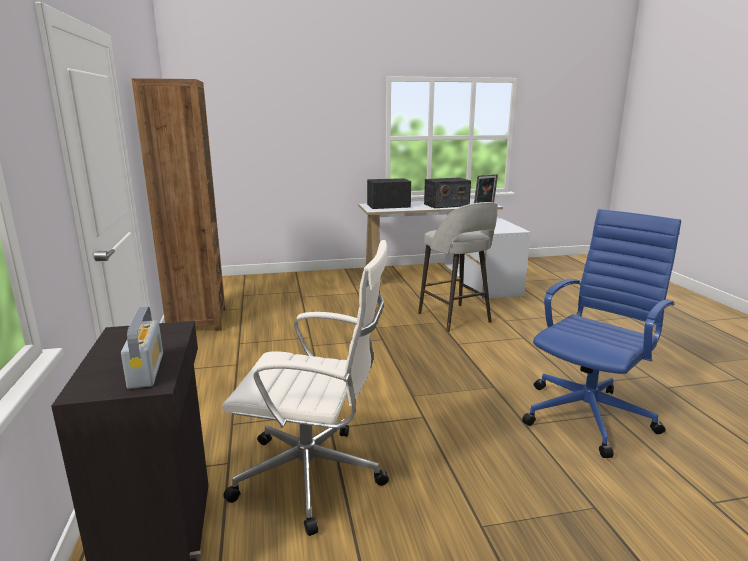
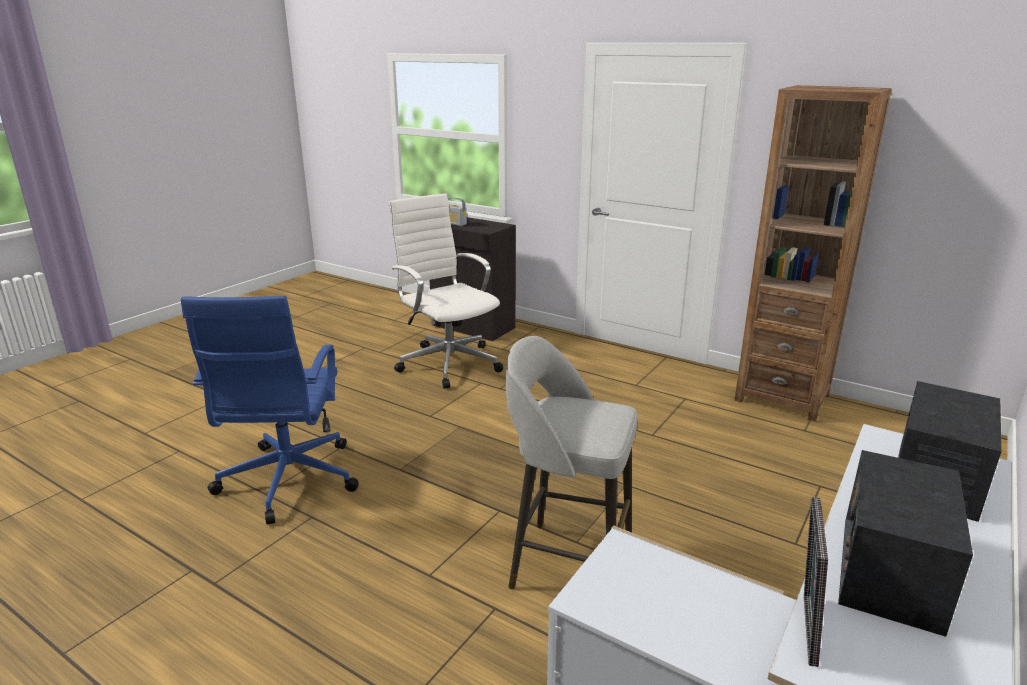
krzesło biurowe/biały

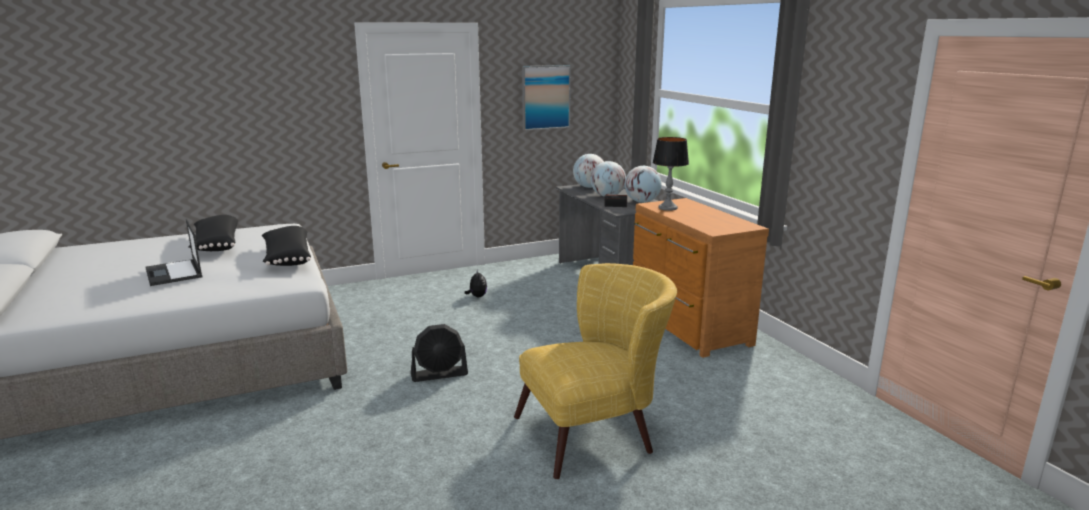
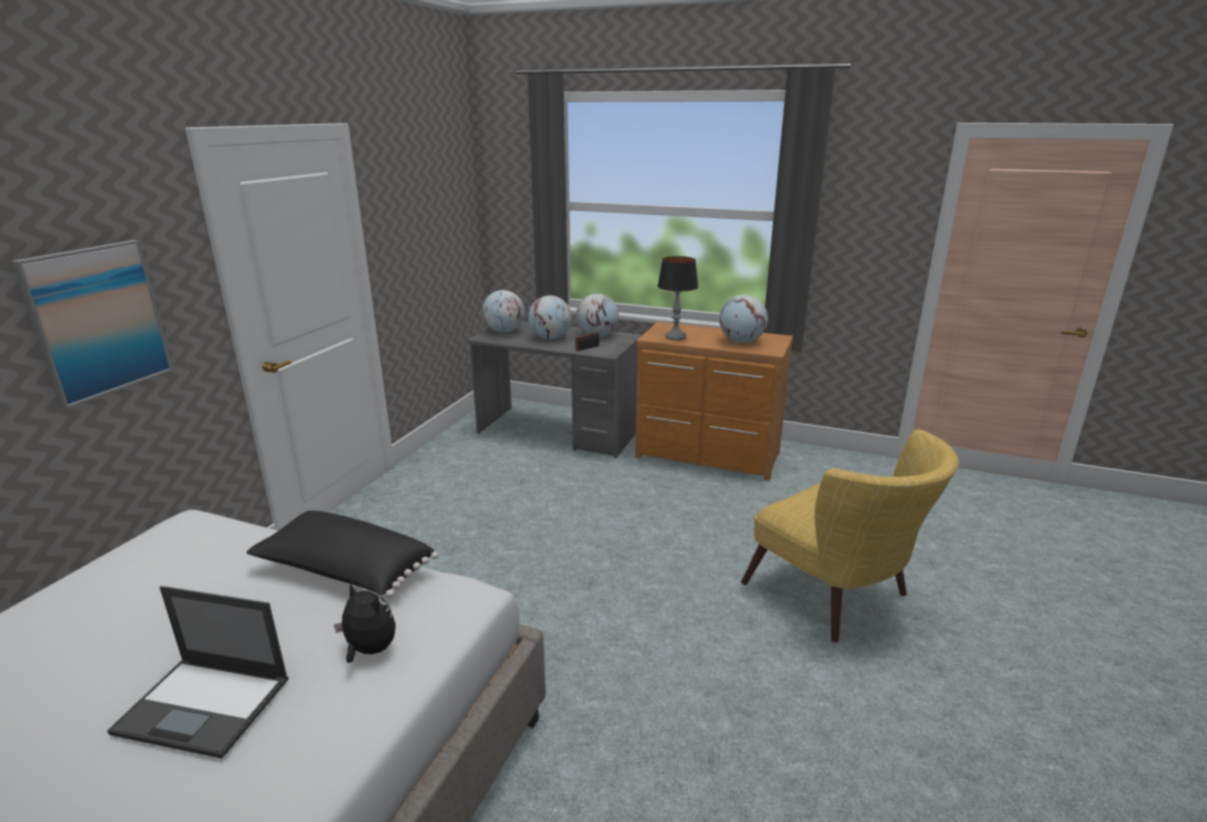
poduszka/czarny (no. 1 from left in the first image); wentylator/czarny; globus (no. 4 from left); pluszak; obraz; fotel/żółty

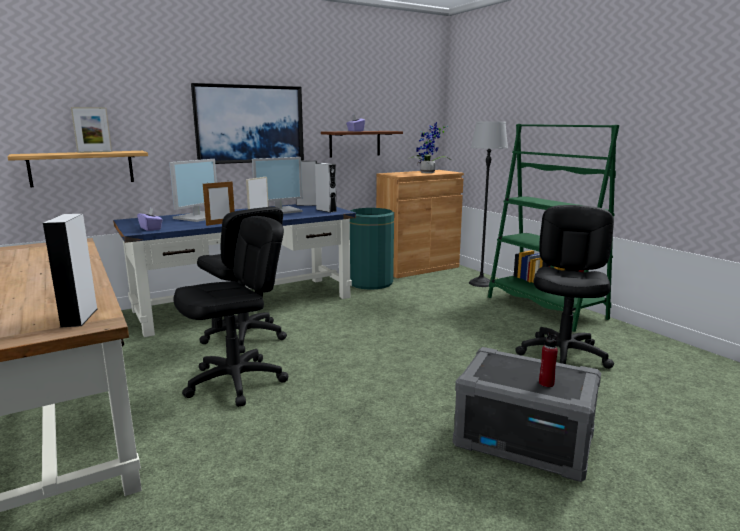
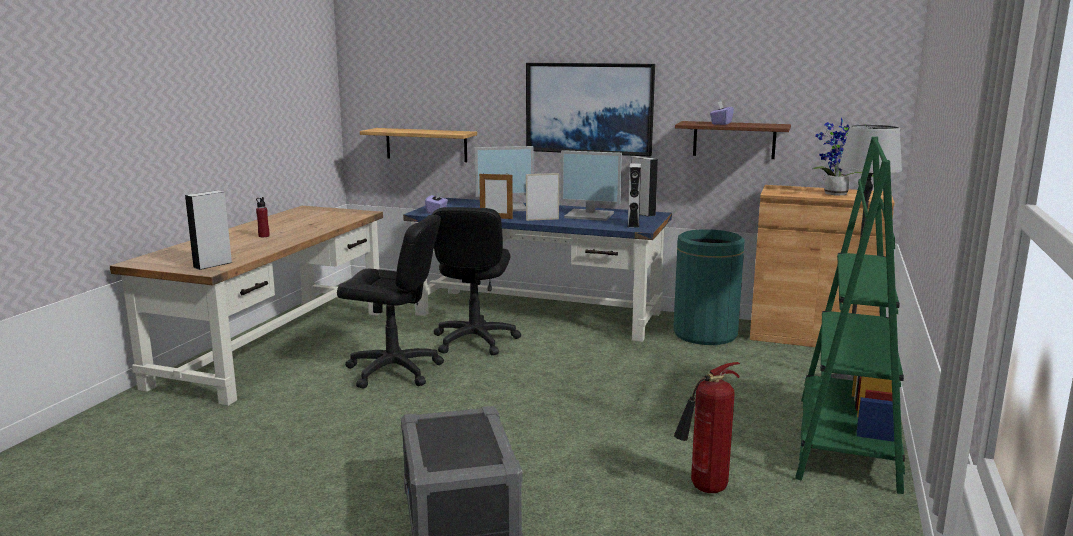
ramka na zdjęcie (no. 1 from left in the first image); butelka/czerwony; gaśnica

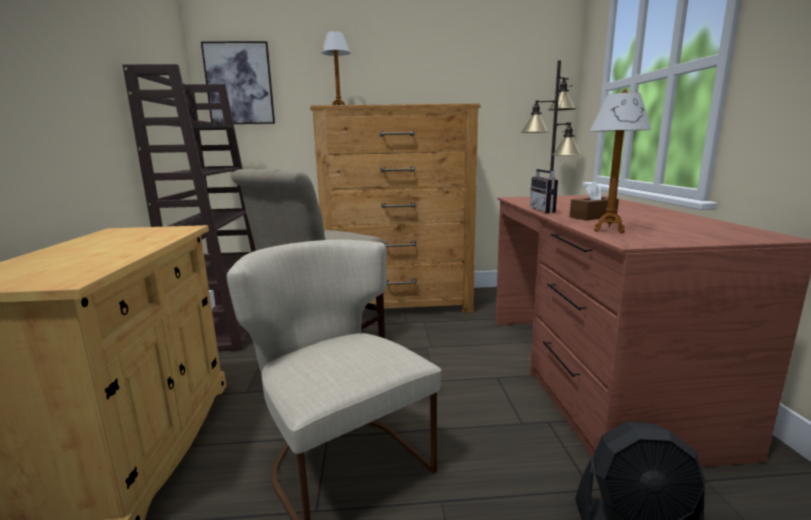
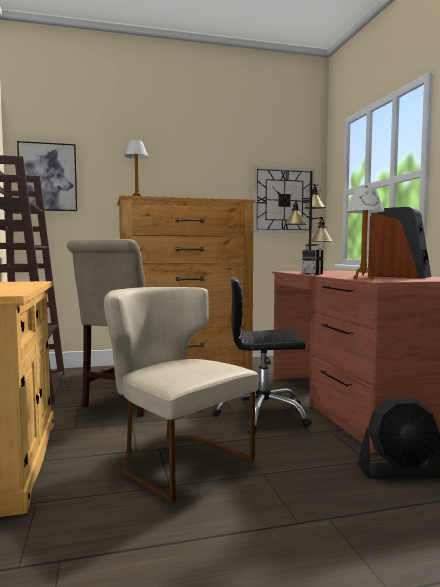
pudełko chusteczek/brązowy; krzesło biurowe/czarny; zegar ścienny; głośnik

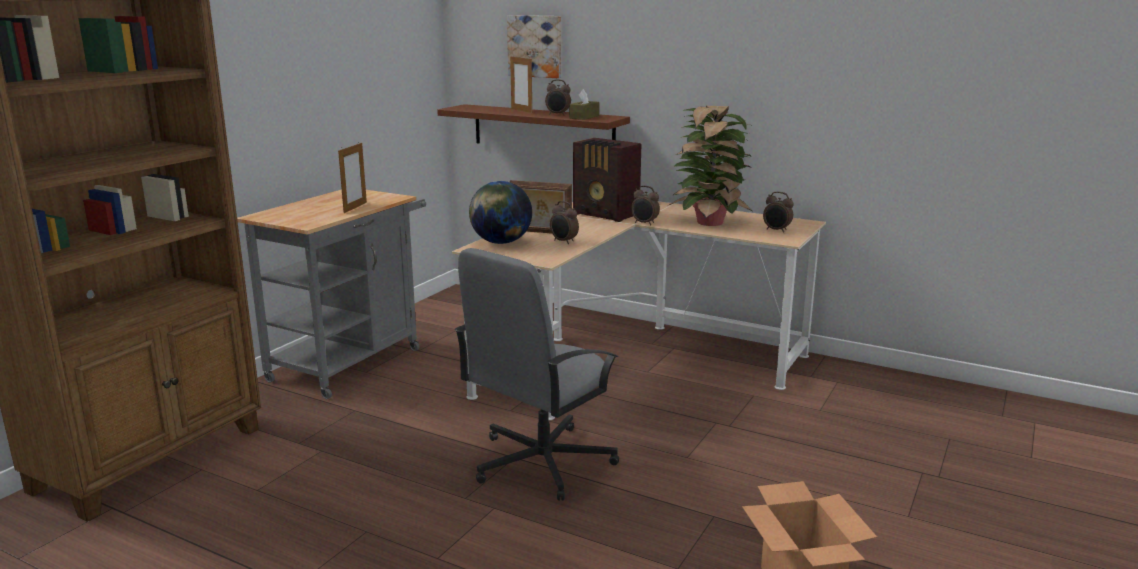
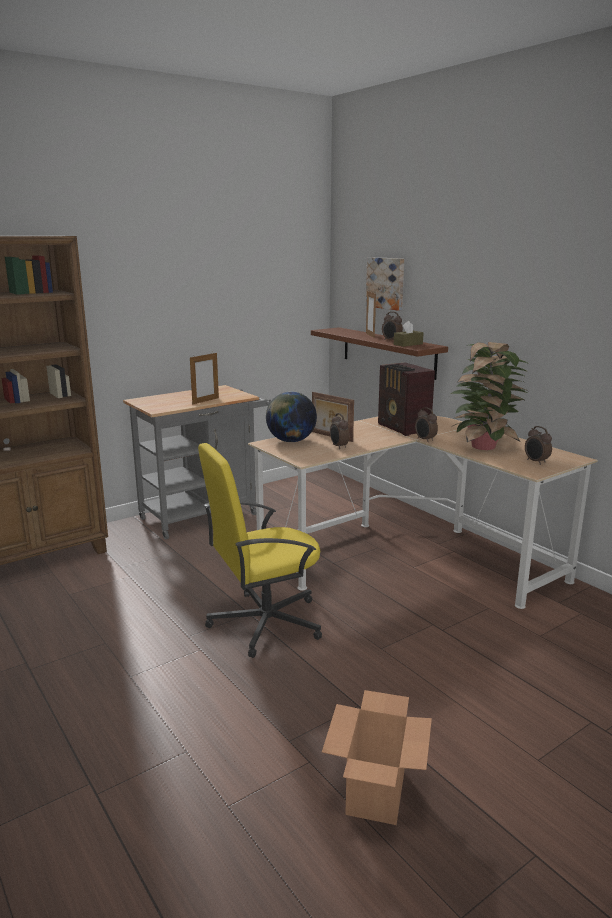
krzesło biurowe/żółty

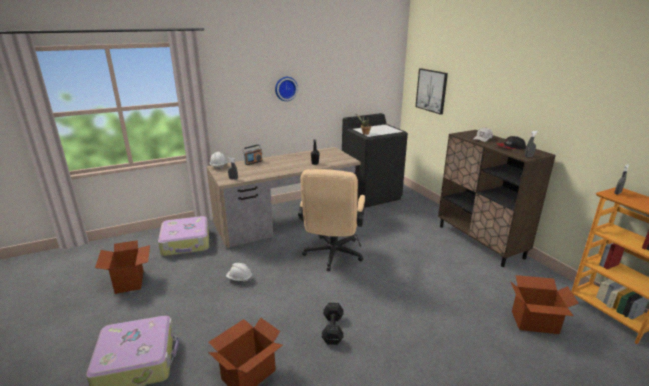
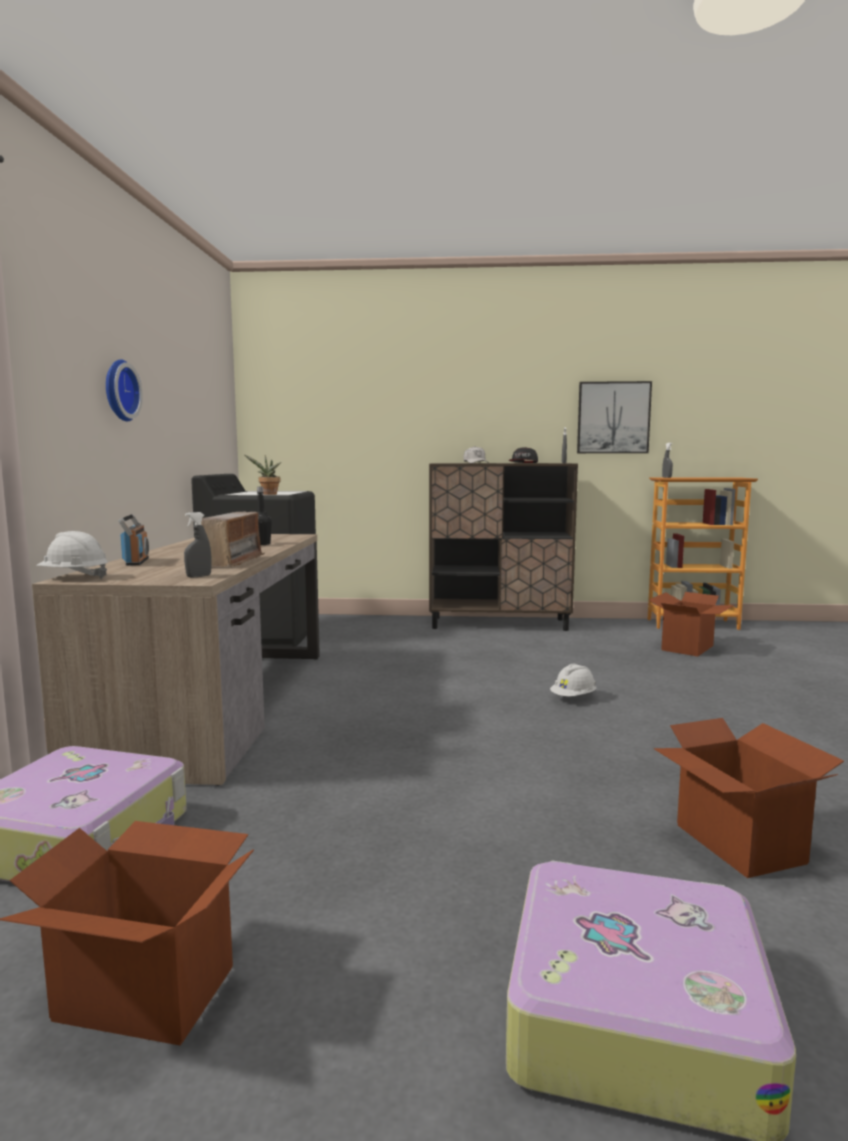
krzesło biurowe/beżowy; hantel/czarny; radio (no. 2 from left); kask/biały (no. 2 from left); obraz

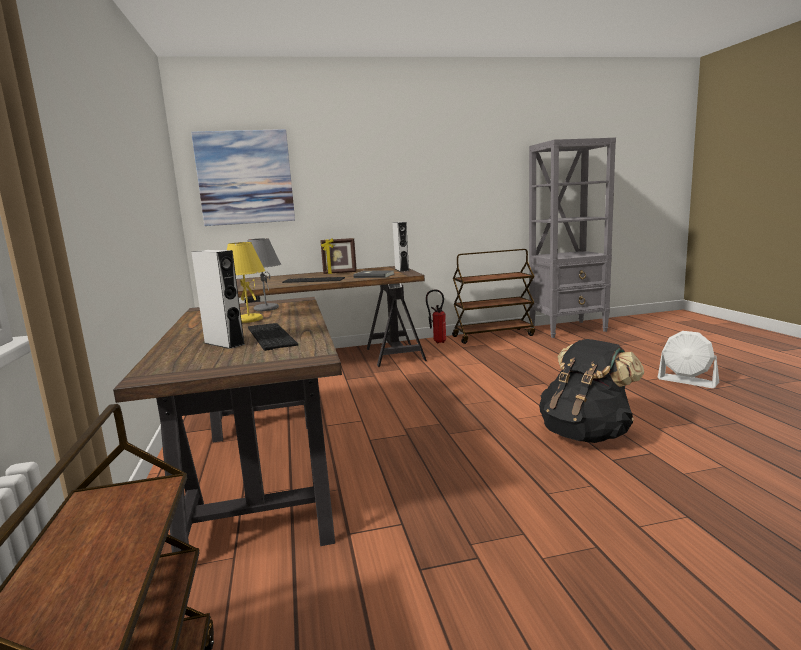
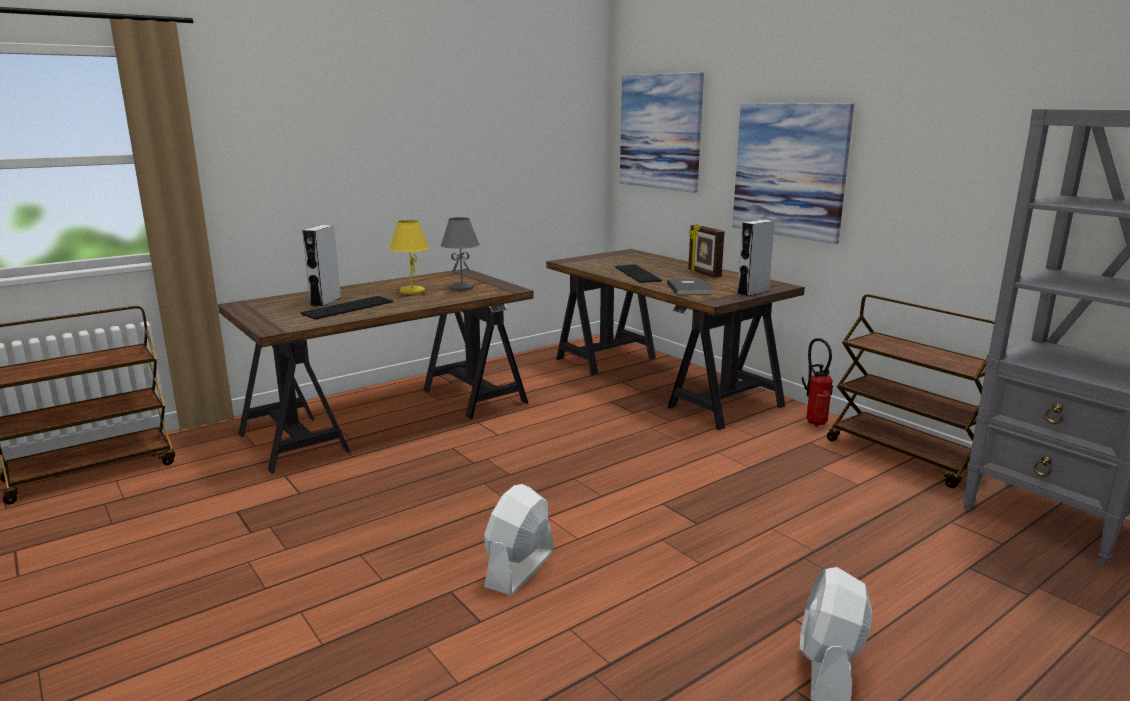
obraz (no. 2 from left); wentylator/biały (no. 1 from left)

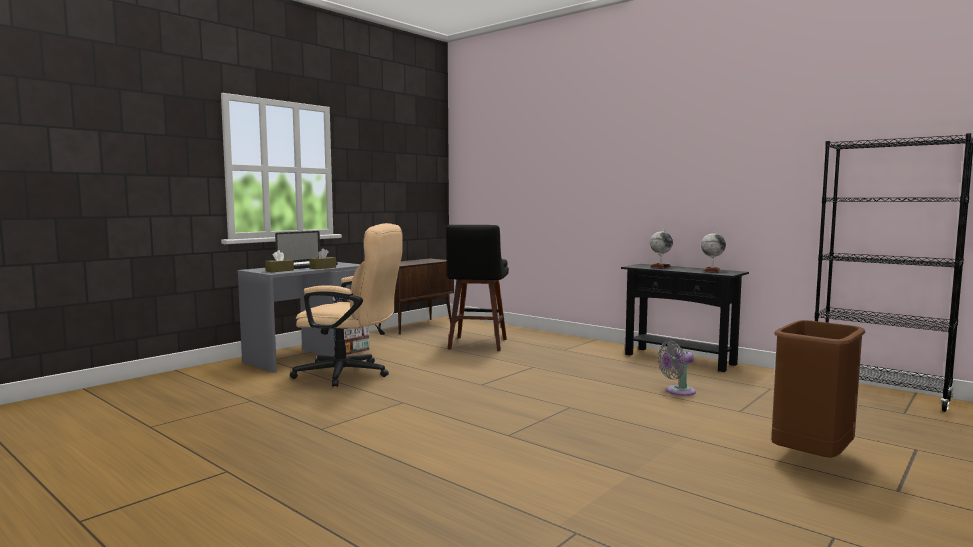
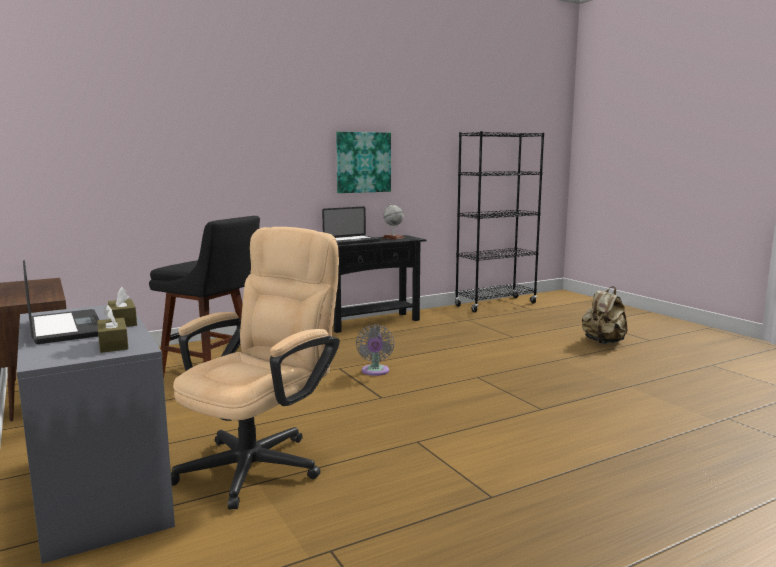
obraz; wentylator/szary; laptop (no. 2 from left); plecak/beżowy

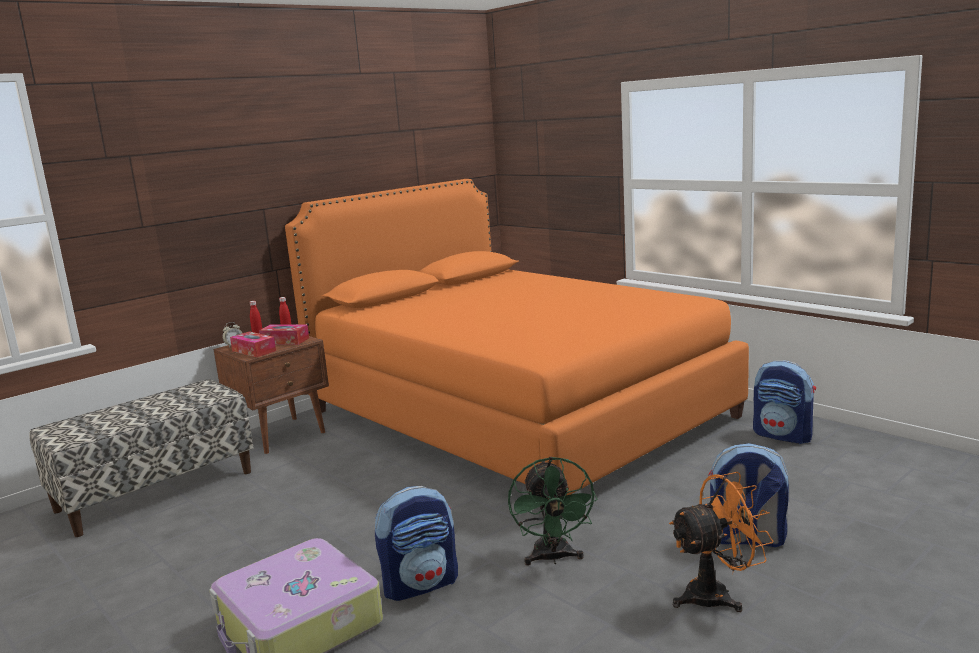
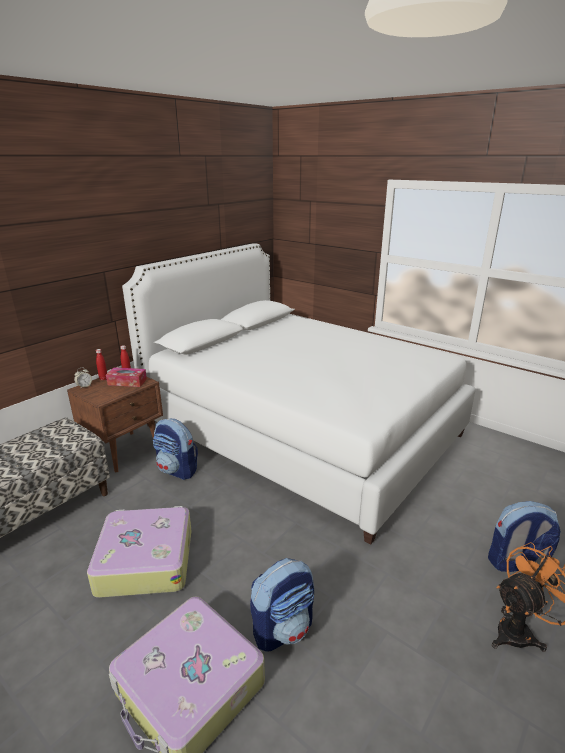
pudełko chusteczek (no. 1 from left in the first image); wentylator/zielony; walizka (no. 1 from left); plecak (no. 1 from left); łóżko/biały

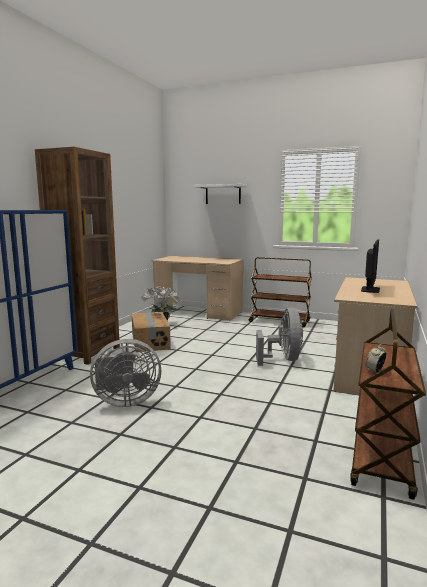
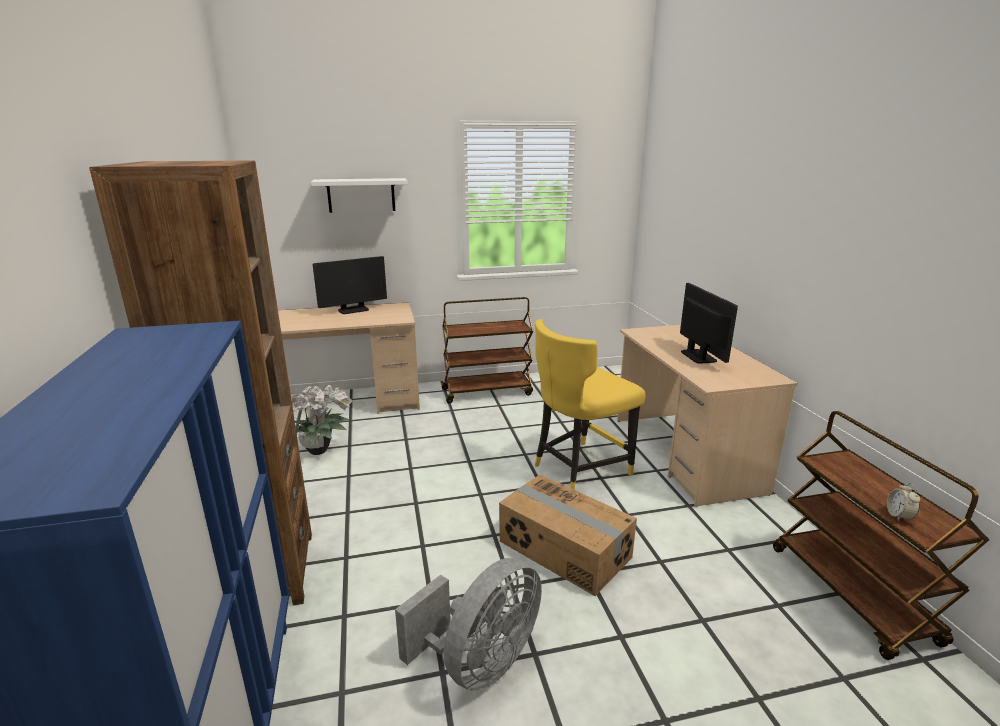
monitor (no. 1 from left); karton; krzesło/żółty

